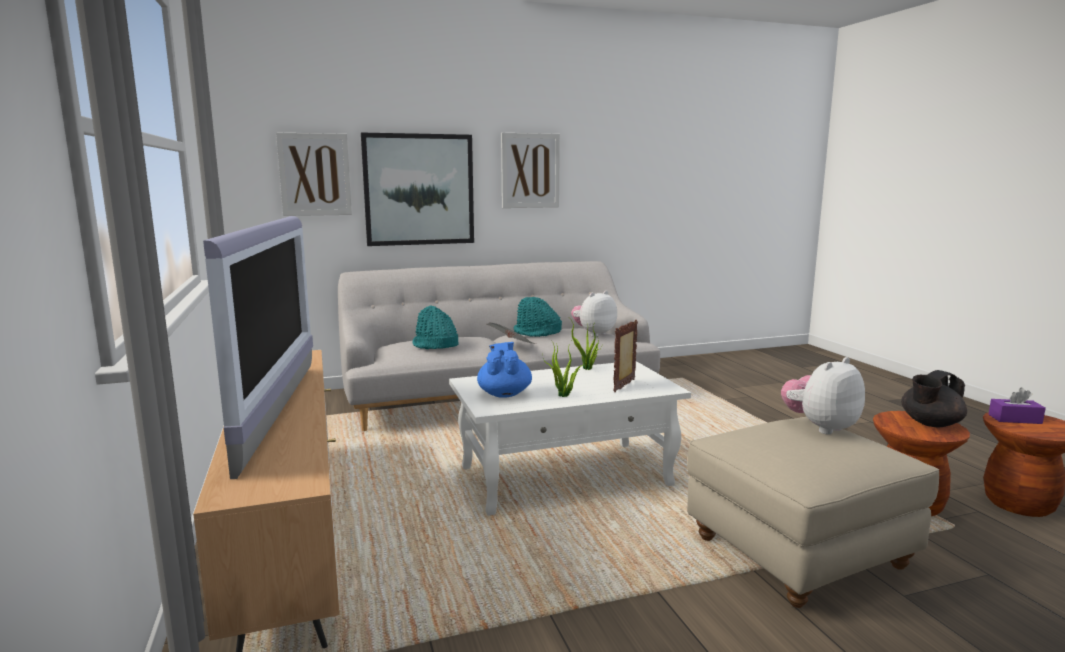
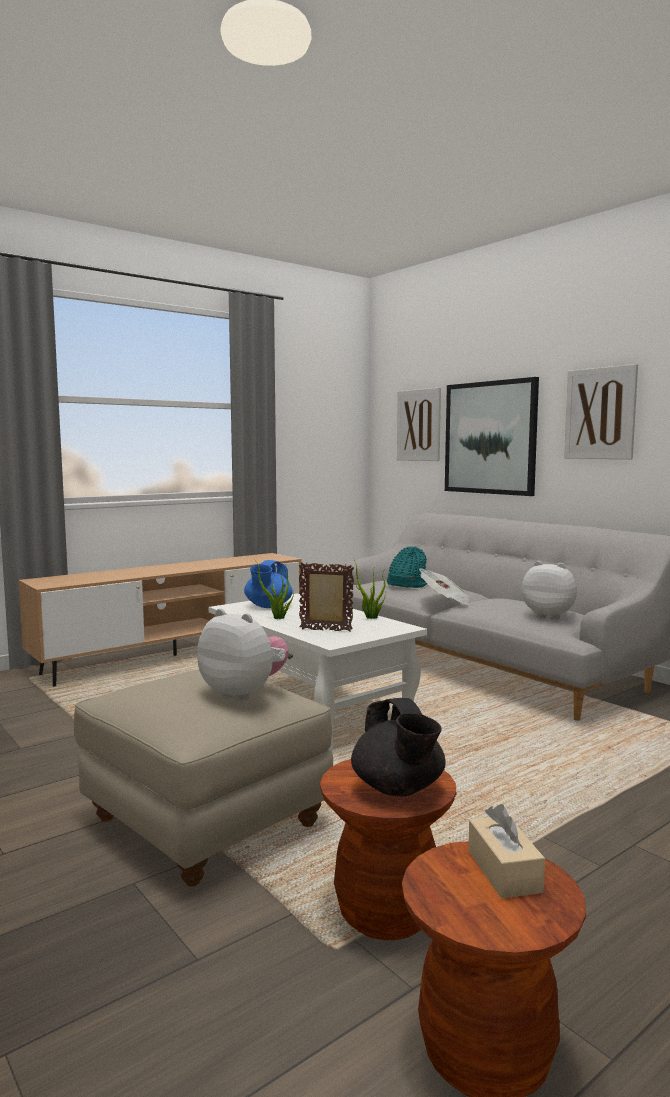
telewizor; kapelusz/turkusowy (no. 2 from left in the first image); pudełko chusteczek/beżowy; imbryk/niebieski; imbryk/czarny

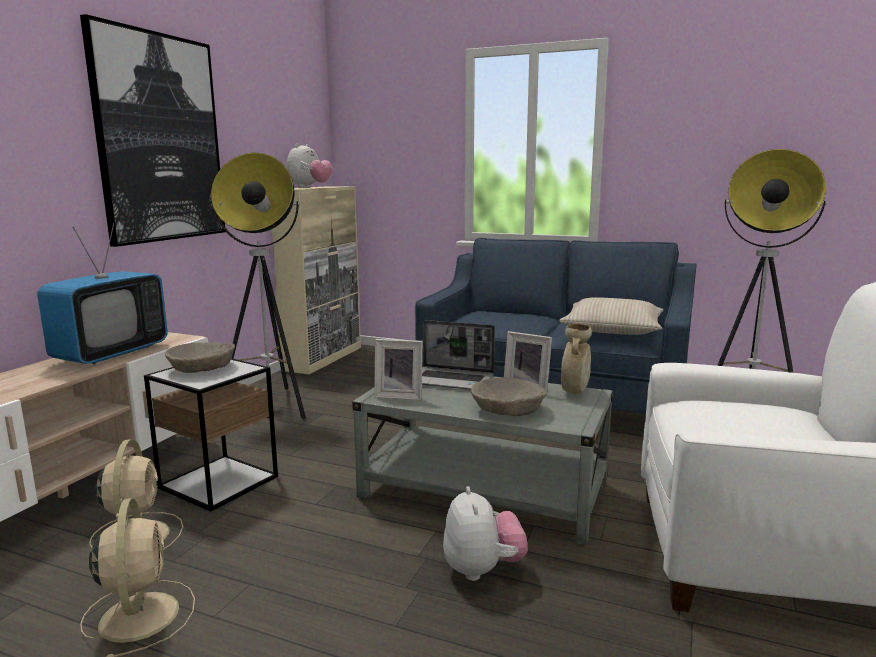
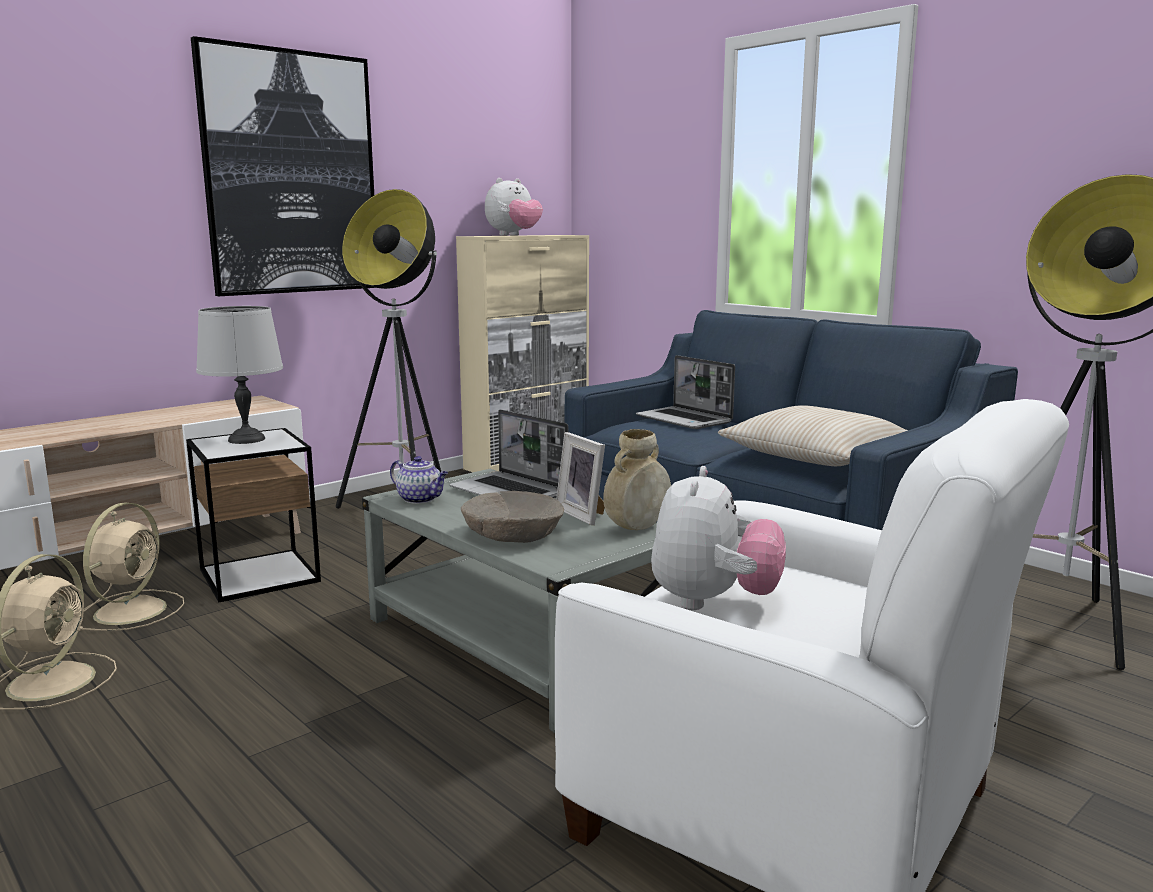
telewizor; laptop (no. 2 from left); pluszak (no. 2 from left); lampa stołowa/szary; imbryk

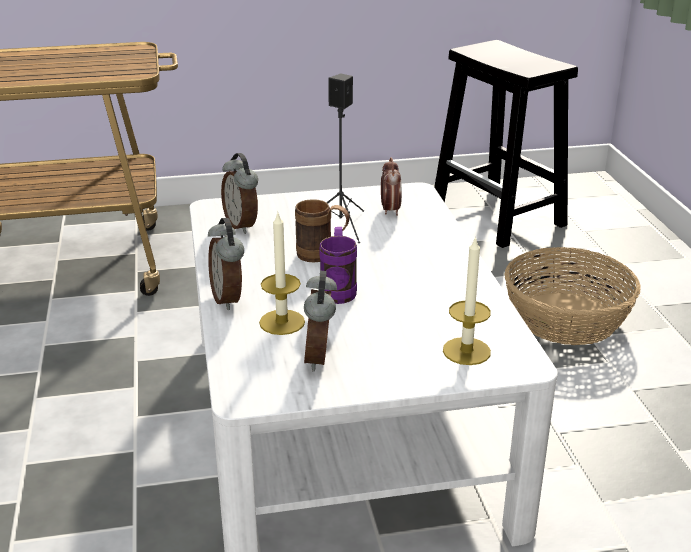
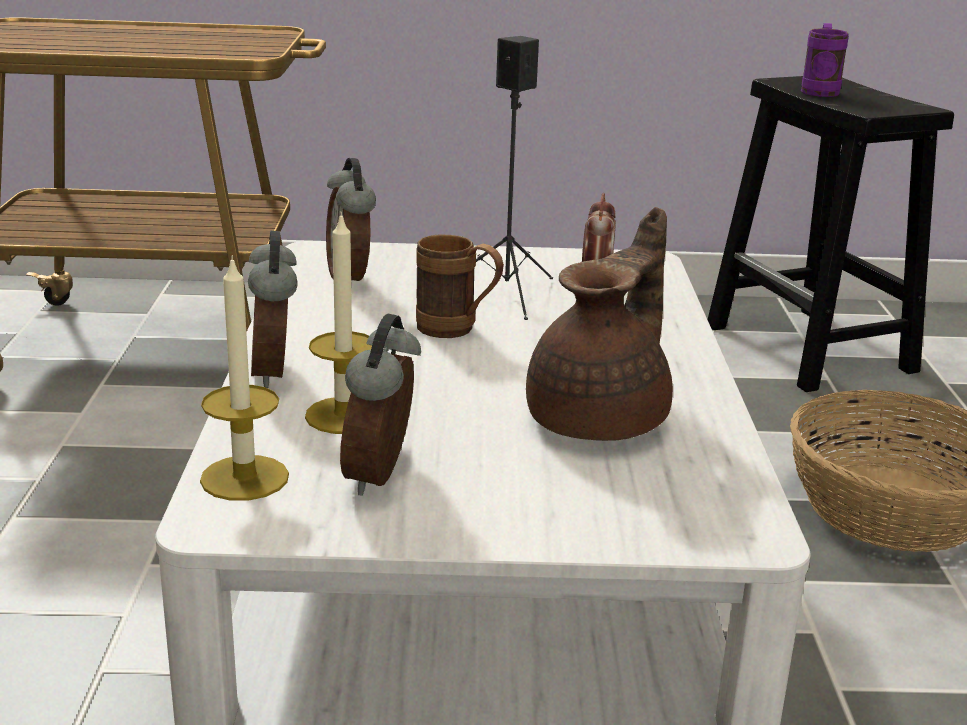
imbryk/brązowy; kubek/fioletowy; świeca (no. 1 from left)

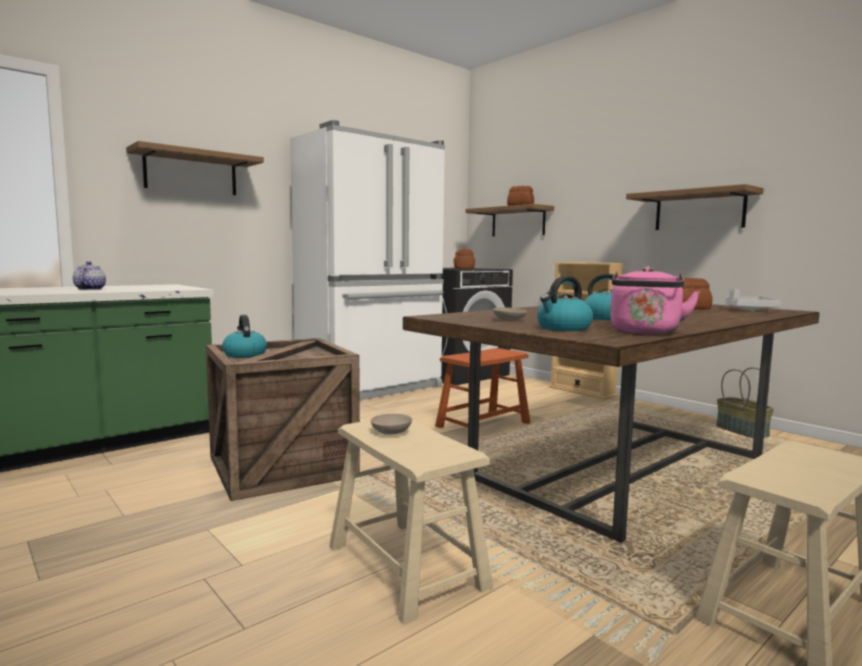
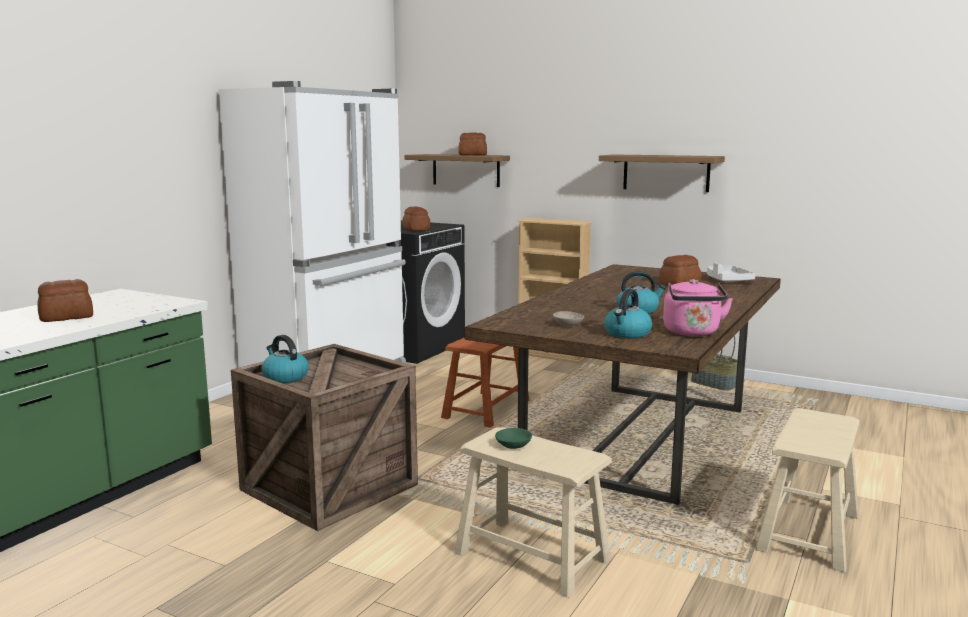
półka (no. 1 from left in the first image); chleb (no. 1 from left); miska/zielony

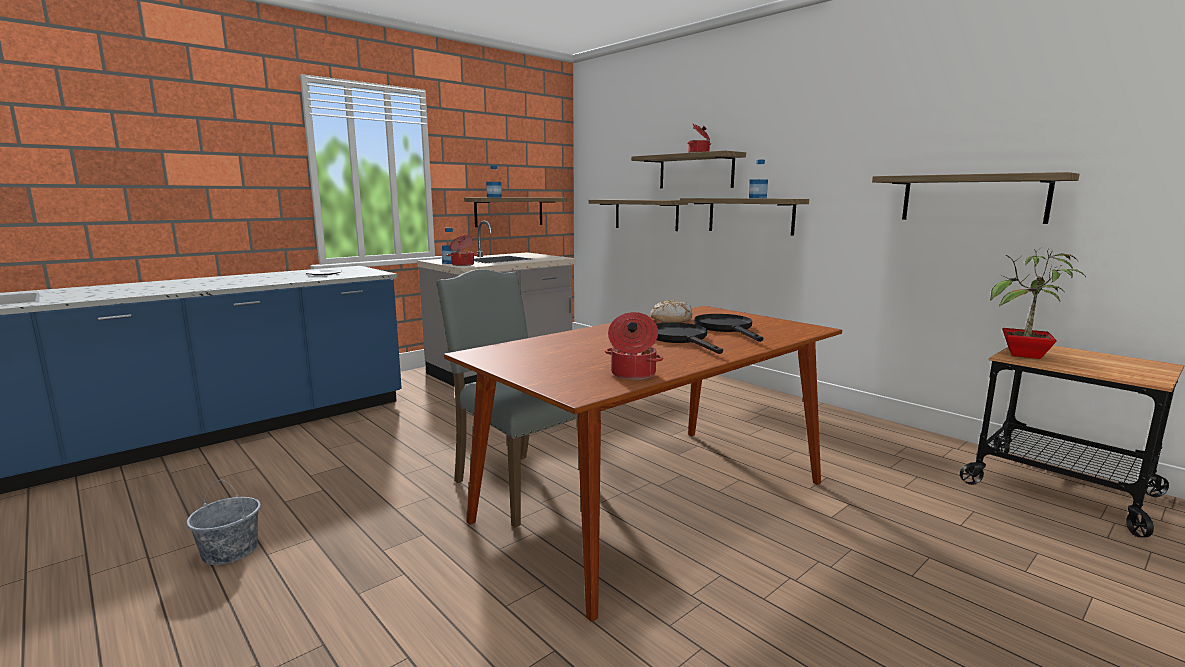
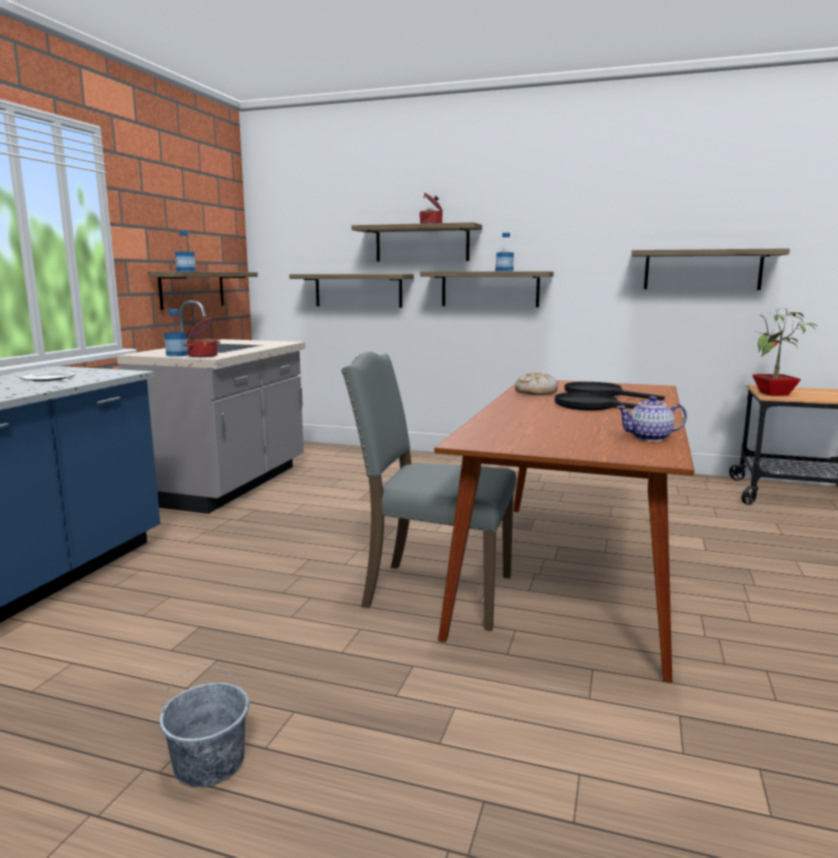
imbryk

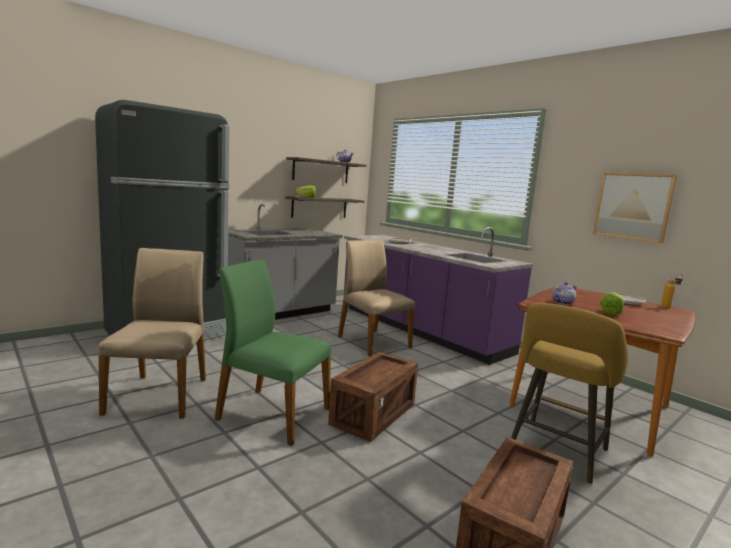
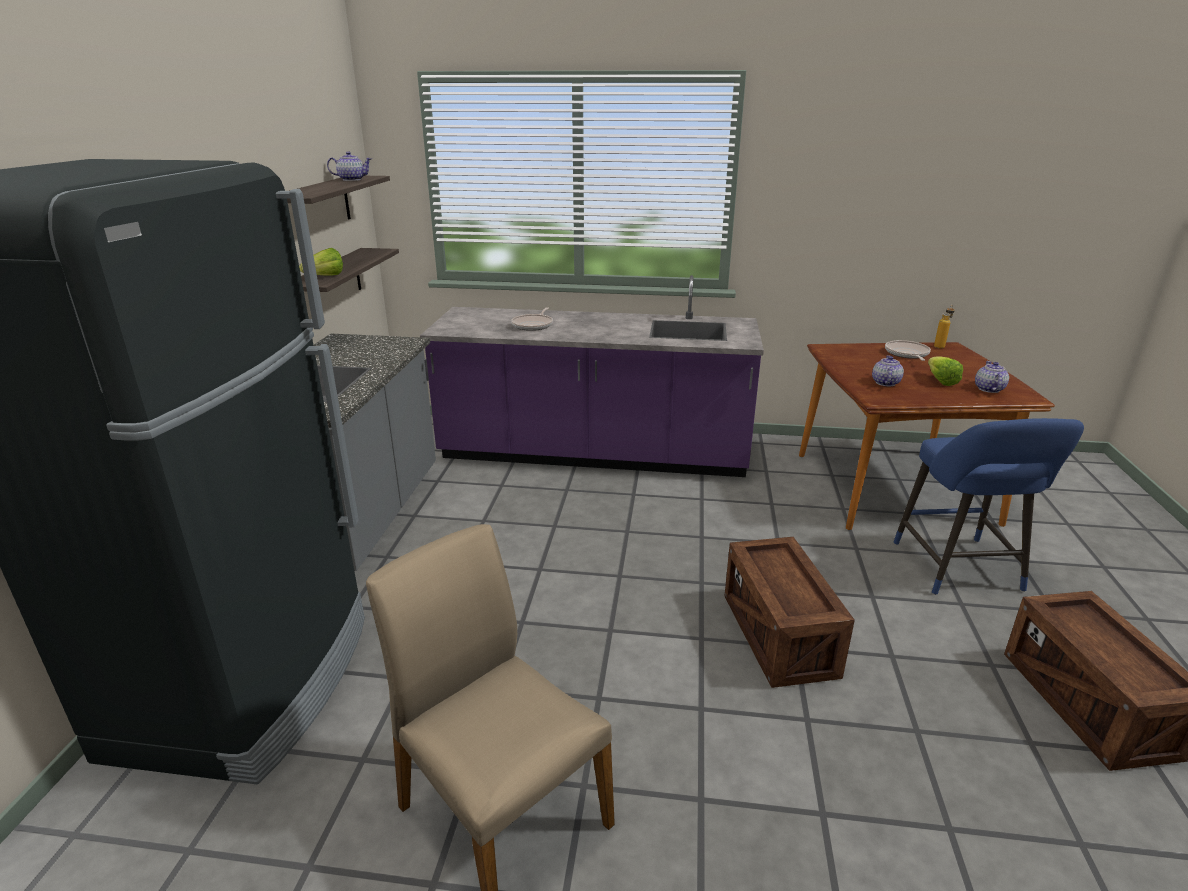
krzesło/zielony; krzesło/beżowy (no. 2 from left in the first image); obraz; imbryk (no. 3 from left); stołek/niebieski

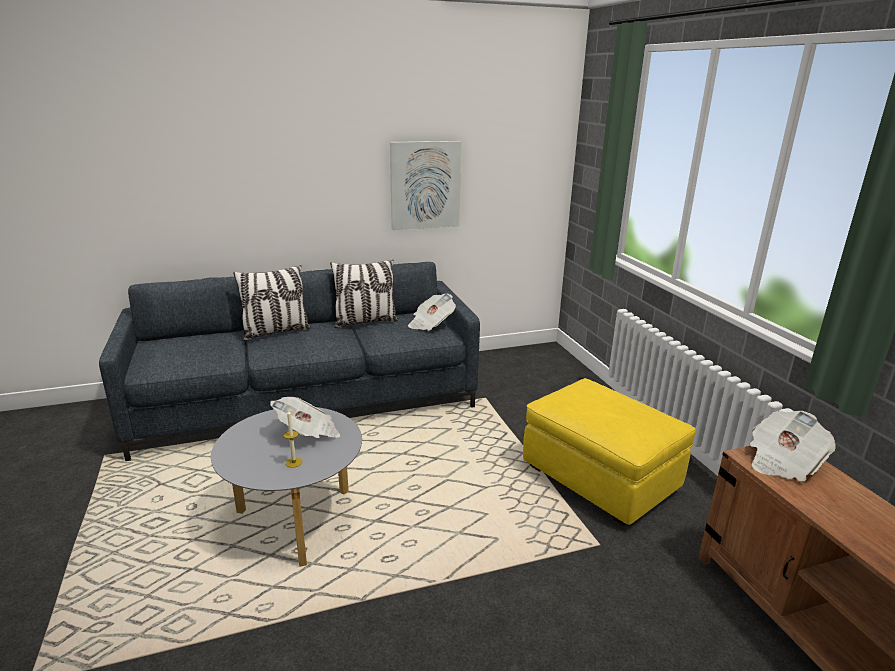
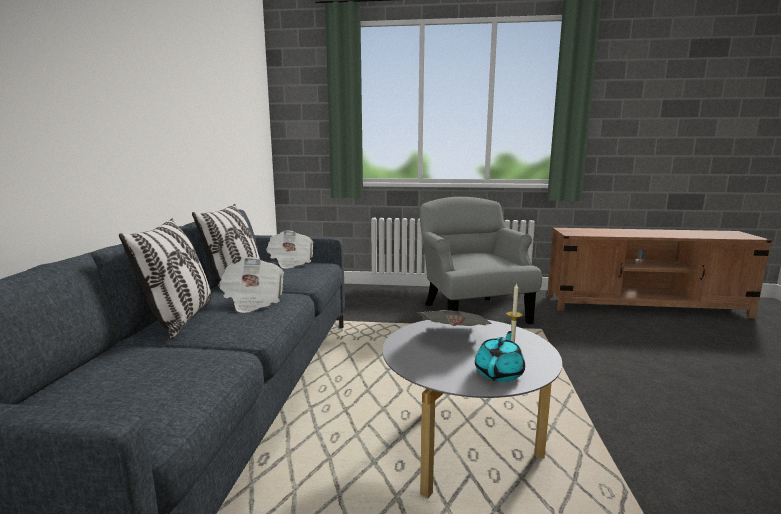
obraz; imbryk/turkusowy; gazeta (no. 1 from left); fotel/szary

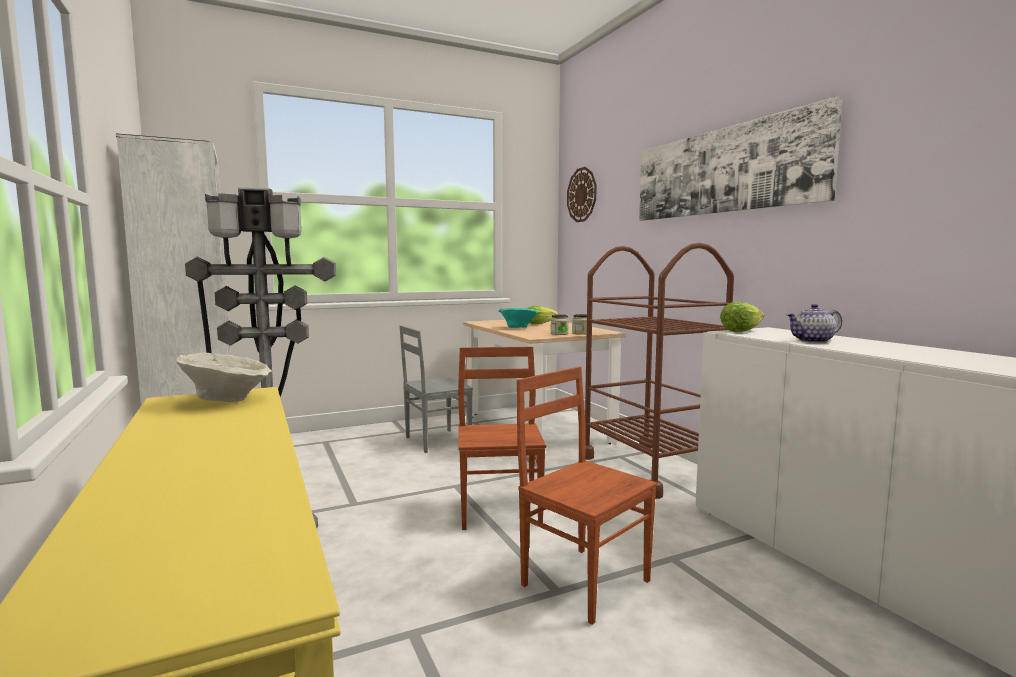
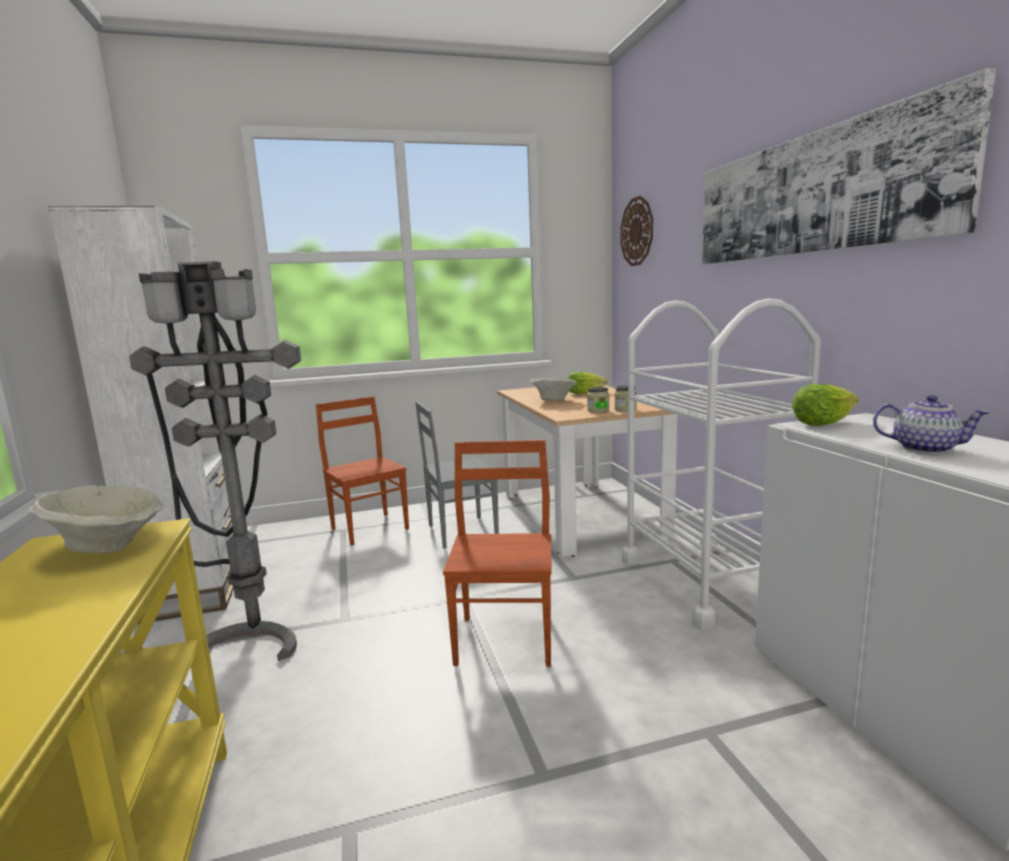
krzesło/brązowy (no. 1 from left); miska/beżowy (no. 2 from left); wózek/biały; imbryk

